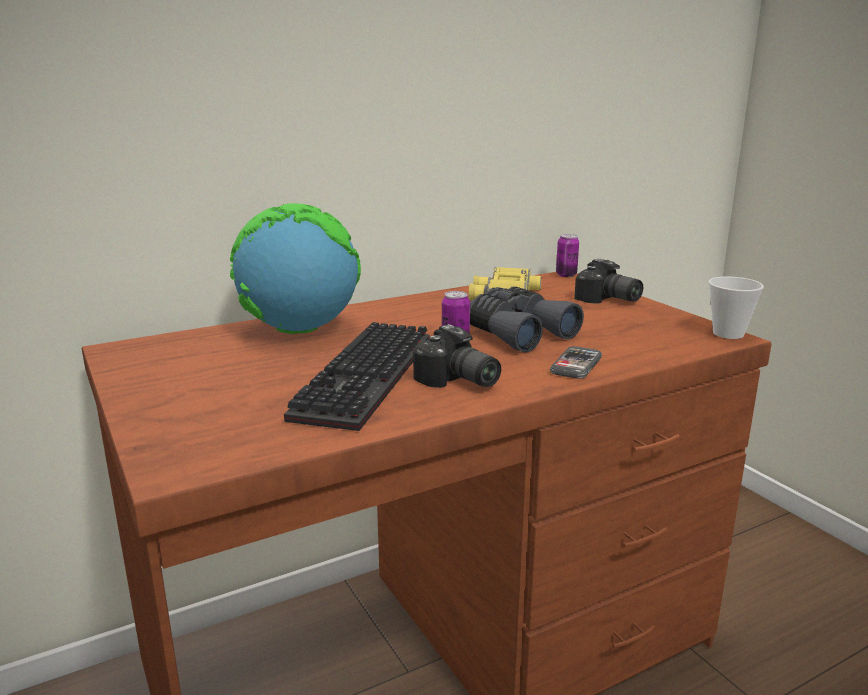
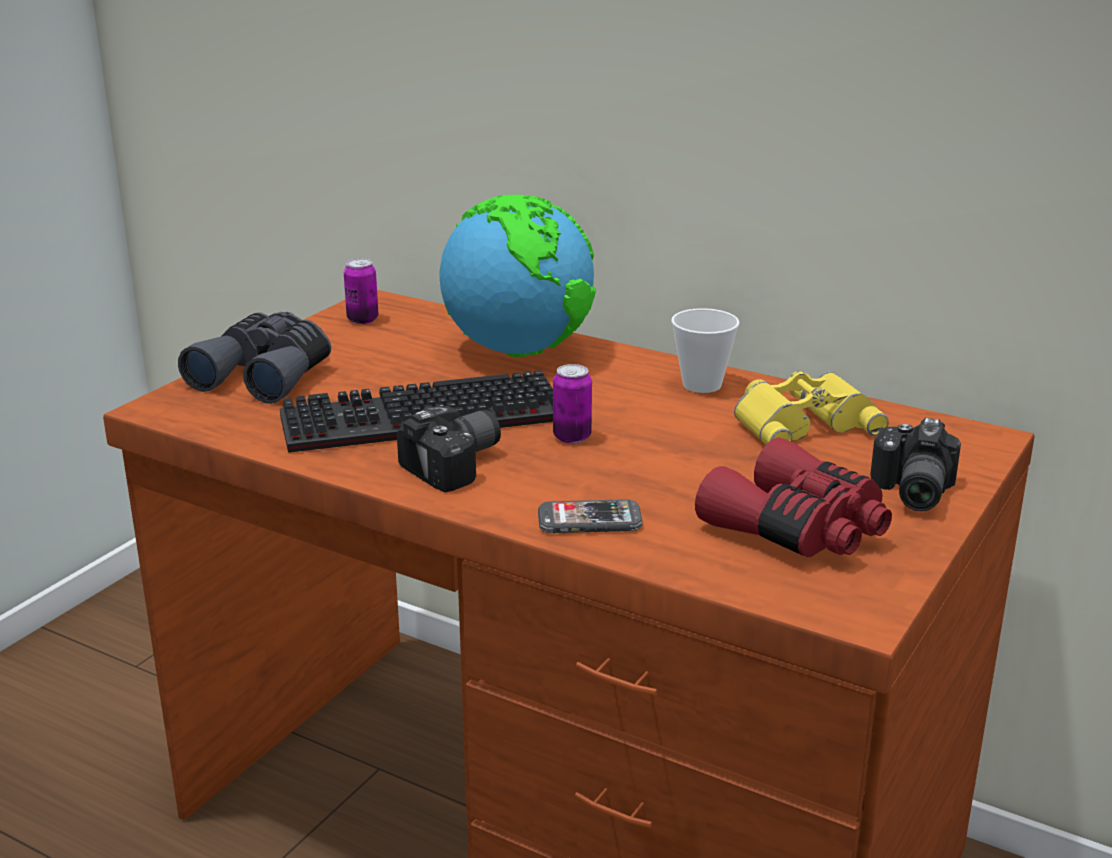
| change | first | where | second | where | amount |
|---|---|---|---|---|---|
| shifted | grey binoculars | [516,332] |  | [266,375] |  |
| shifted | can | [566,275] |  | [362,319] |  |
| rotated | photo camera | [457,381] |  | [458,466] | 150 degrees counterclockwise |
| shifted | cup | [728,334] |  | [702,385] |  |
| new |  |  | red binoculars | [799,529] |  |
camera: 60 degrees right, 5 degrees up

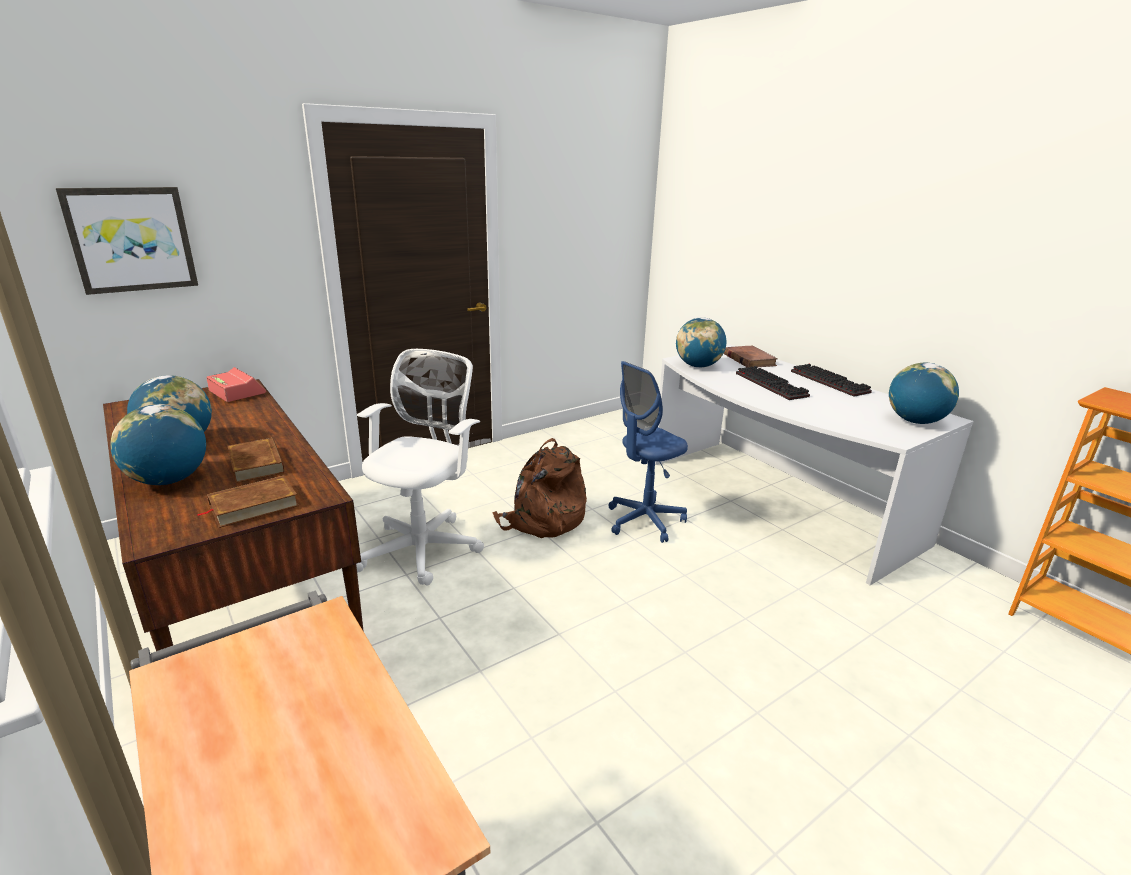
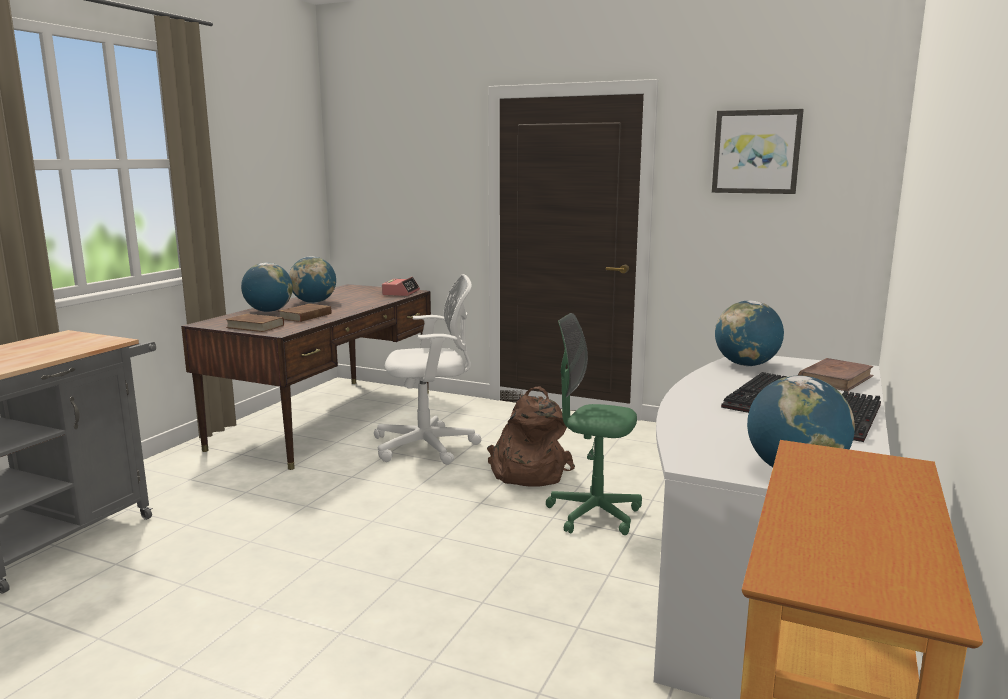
| change | first | where | second | where | amount |
|---|---|---|---|---|---|
| repainted | blue-coloured desk chair | [644,521] | green-coloured desk chair | [594,514] |  |
| shifted | wall art | [131,239] |  | [756,152] |  |
camera: 60 degrees right, 10 degrees down

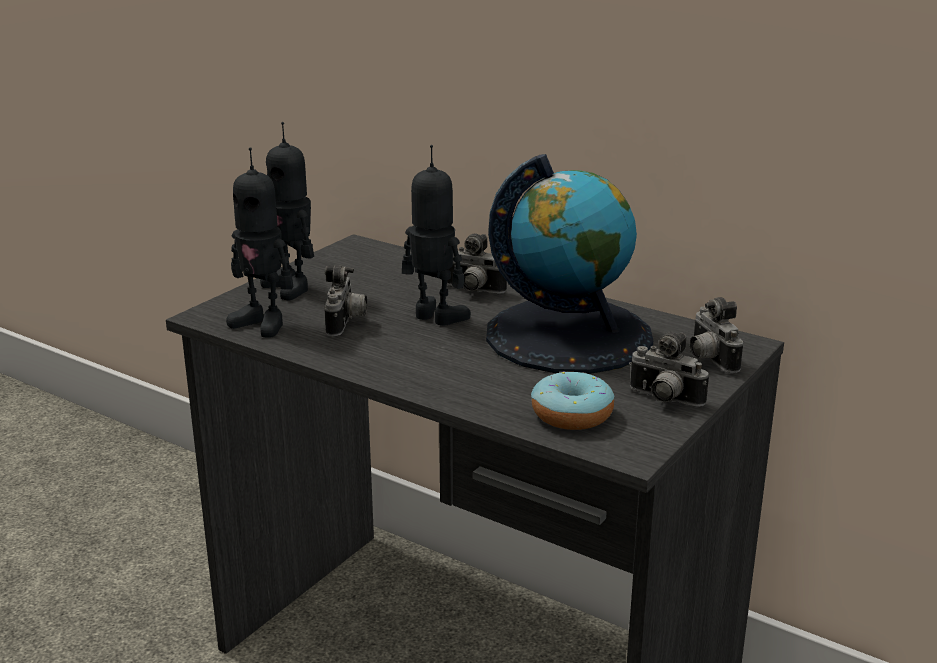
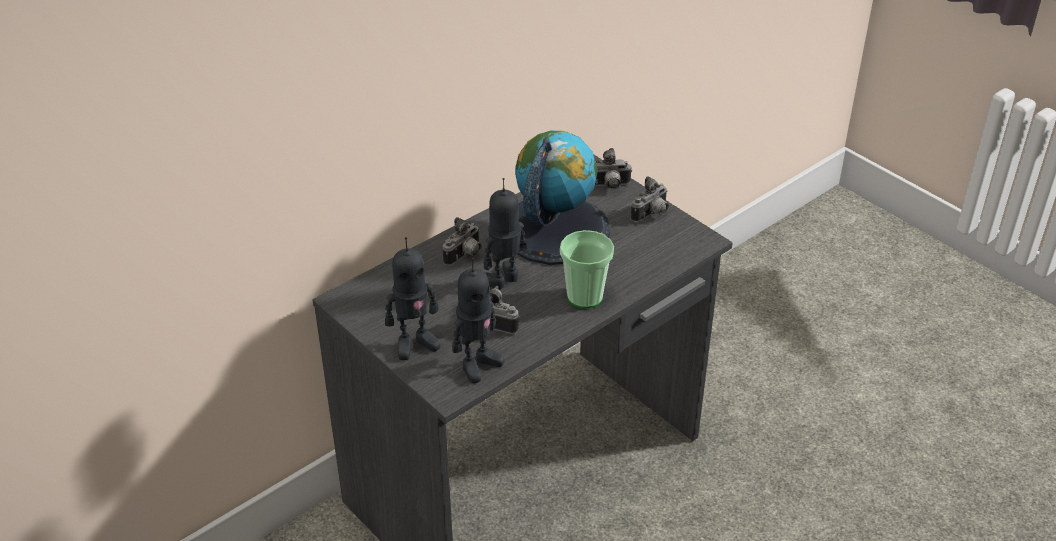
| change | first | where | second | where | amount |
|---|---|---|---|---|---|
| new |  |  | cup | [585,297] |  |
| gone | doughnut | [572,415] |  |  |  |
camera: 75 degrees left, 15 degrees up

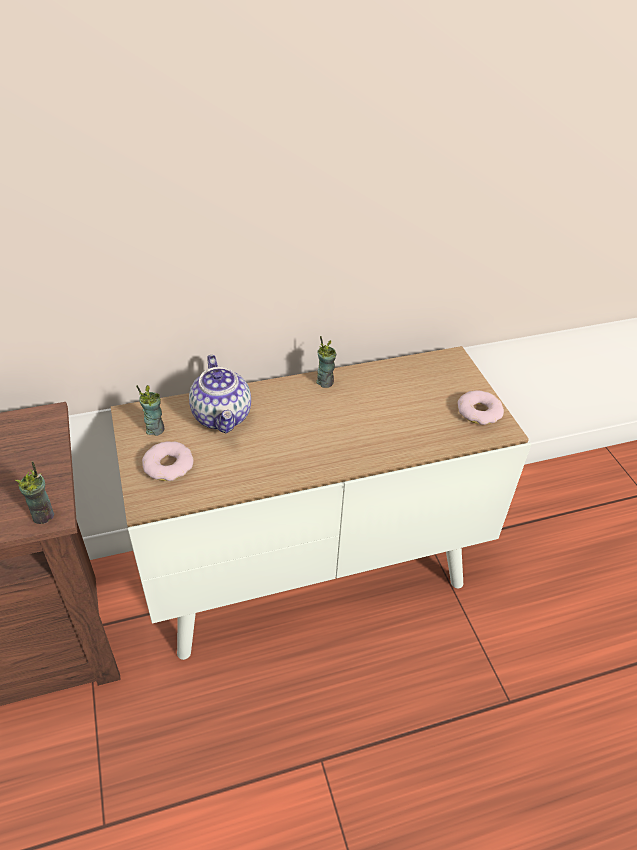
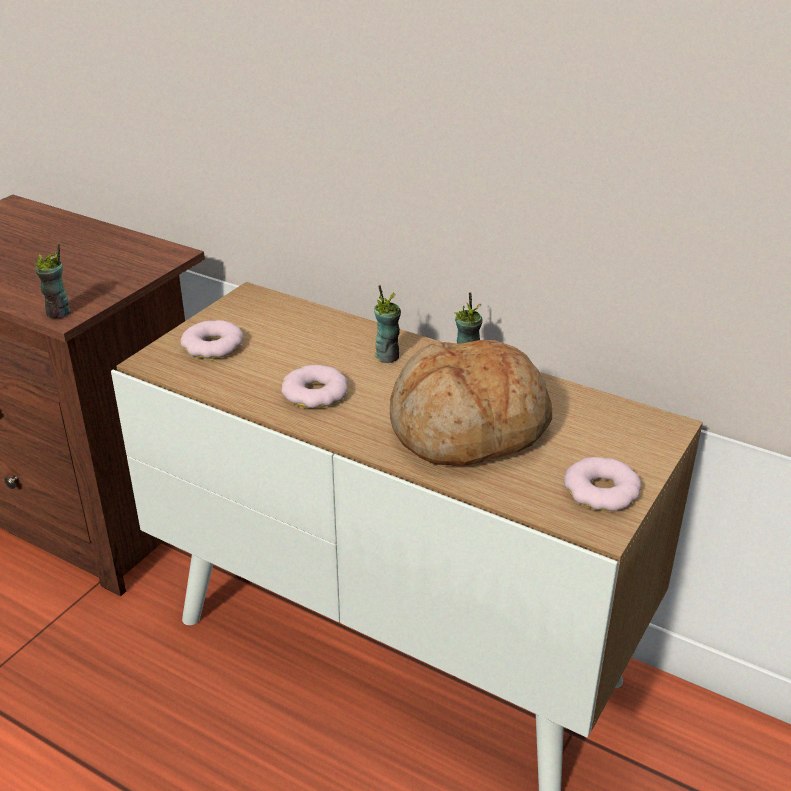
| change | first | where | second | where | amount |
|---|---|---|---|---|---|
| new |  |  | doughnut | [315,393] |  |
| shifted | cup | [155,429] |  | [387,356] |  |
| new |  |  | bread | [469,429] |  |
| gone | teapot | [223,416] |  |  |  |
camera: 50 degrees right, 10 degrees down

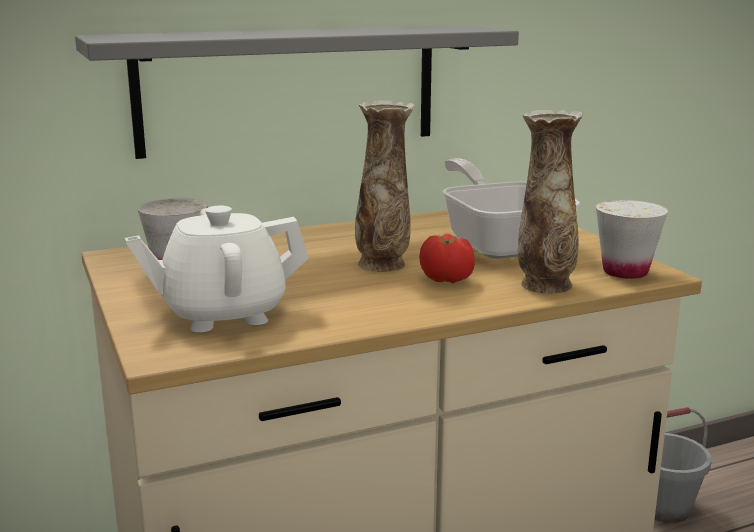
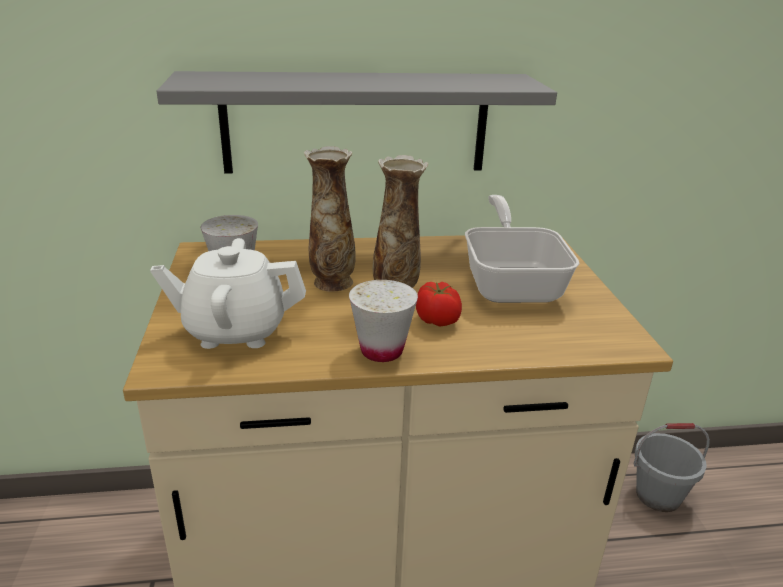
| change | first | where | second | where | amount |
|---|---|---|---|---|---|
| shifted | decorative vase | [544,285] |  | [332,282] |  |
| shifted | white-coloured cup | [625,272] |  | [381,351] |  |
camera: 15 degrees right, 10 degrees up

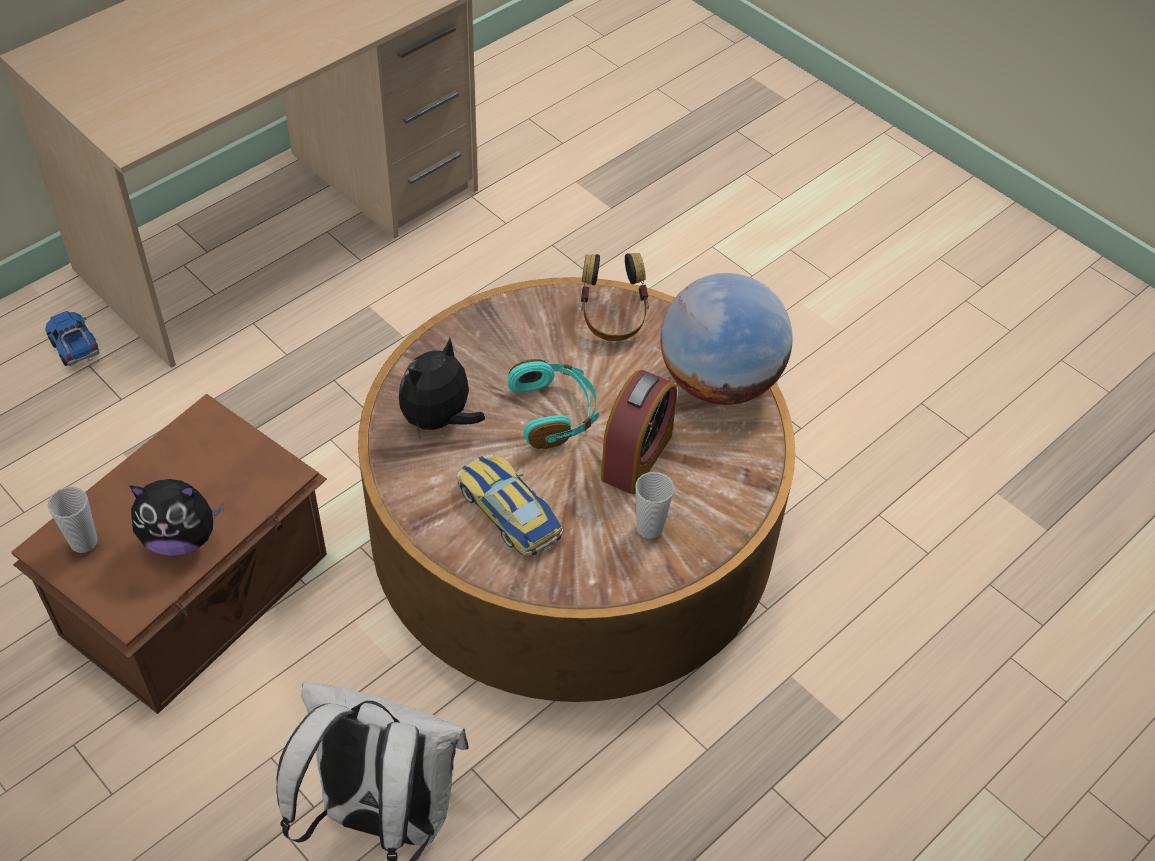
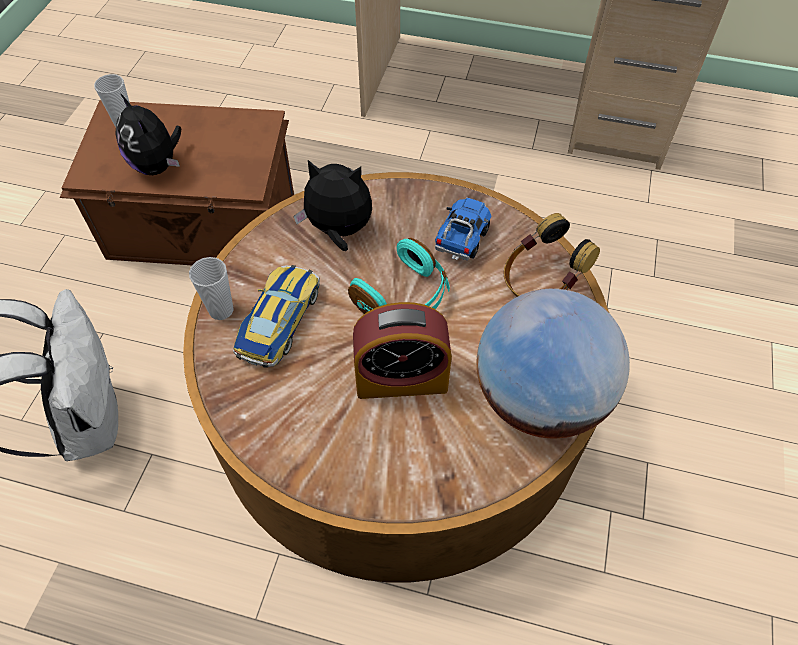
| change | first | where | second | where | amount |
|---|---|---|---|---|---|
| shifted | cup | [649,528] |  | [221,310] |  |
| shifted | toy lorry | [75,349] |  | [462,240] |  |
camera: 60 degrees right, 5 degrees up

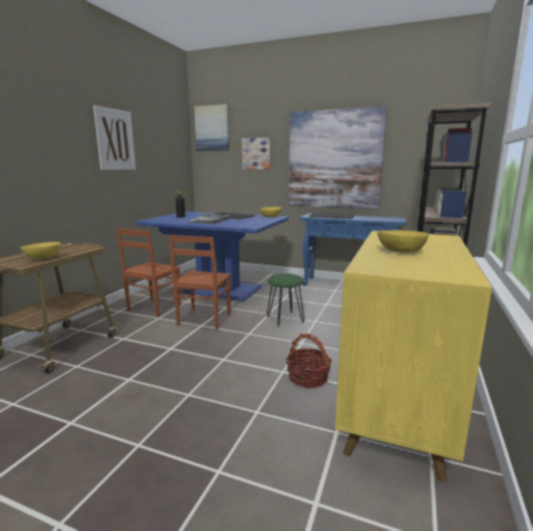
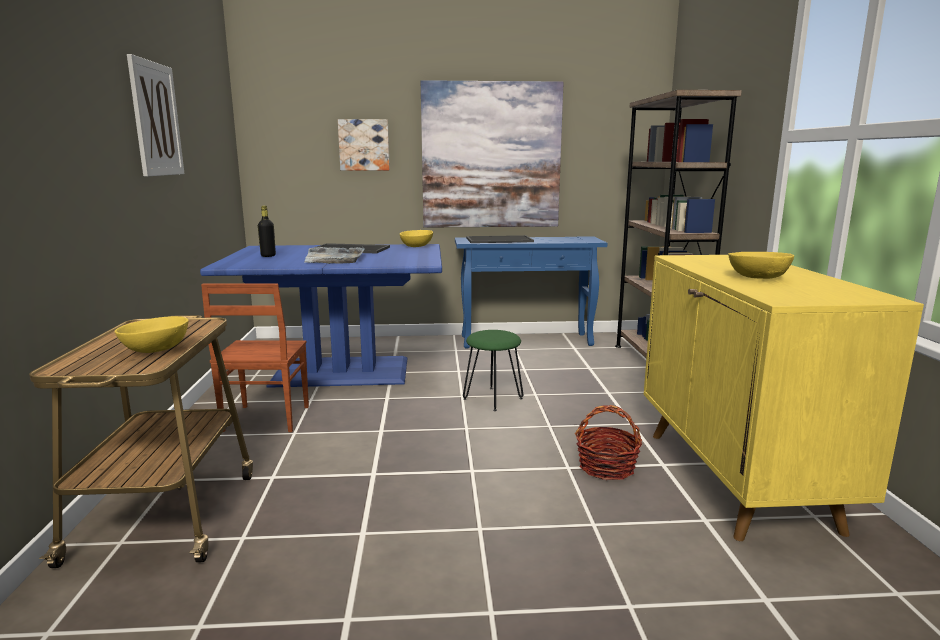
| change | first | where | second | where | amount |
|---|---|---|---|---|---|
| gone | brown-coloured plain chair | [203,320] |  |  |  |
| gone | wall art | [212,128] |  |  |  |
camera: 25 degrees left, 0 degrees up

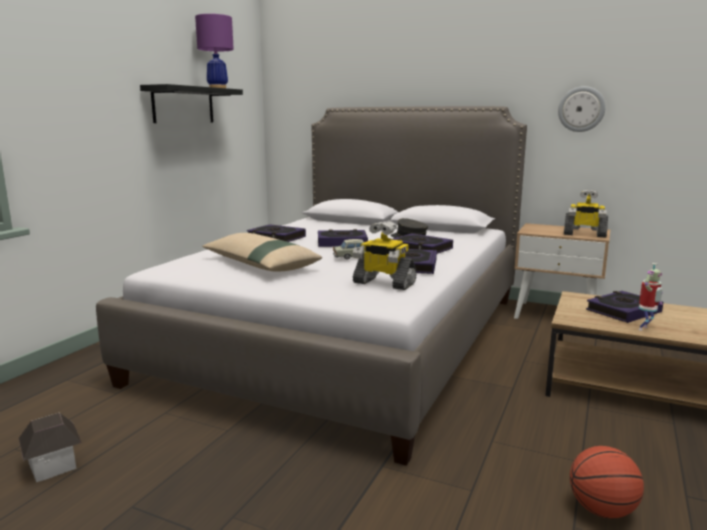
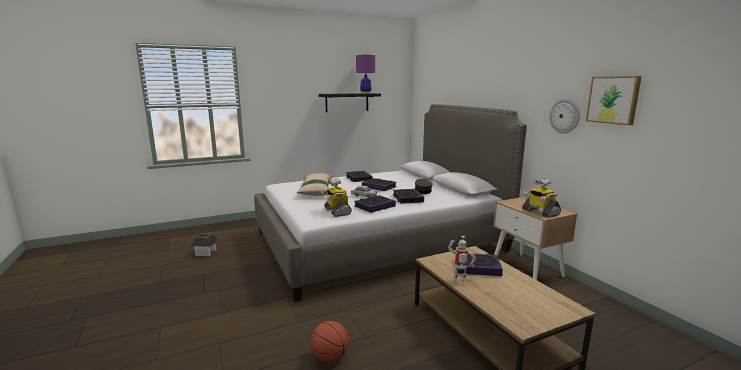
| change | first | where | second | where | amount |
|---|---|---|---|---|---|
| new |  |  | wall art | [613,100] |  |
camera: 40 degrees right, 0 degrees up

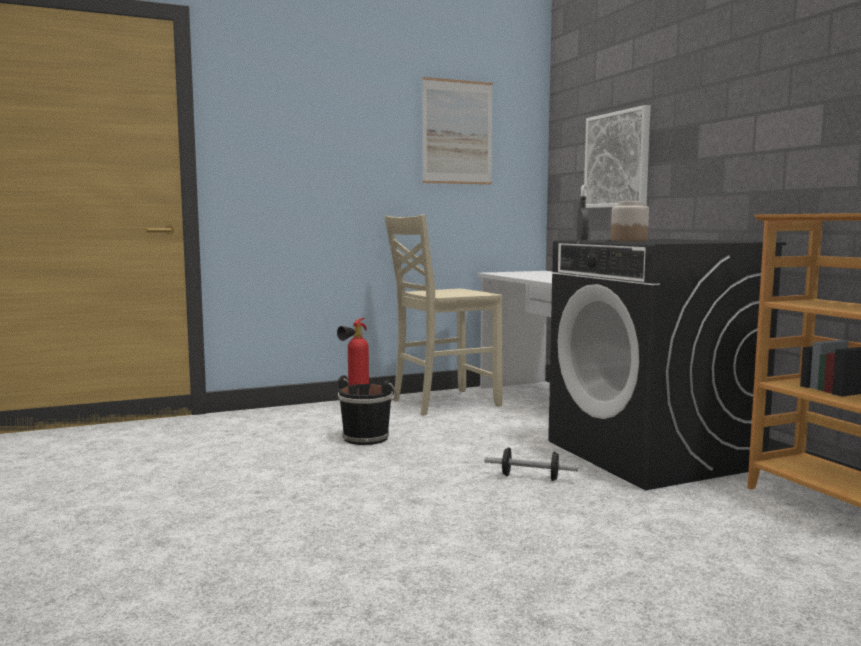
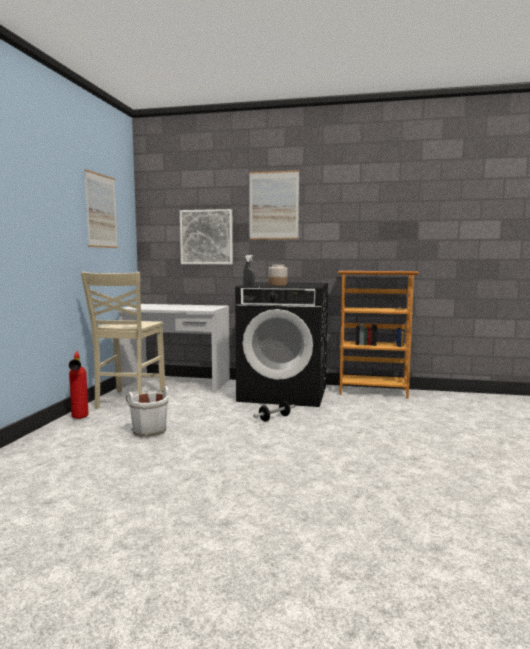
| change | first | where | second | where | amount |
|---|---|---|---|---|---|
| repainted | black-coloured bucket | [366,437] | white-coloured bucket | [148,431] |  |
| new |  |  | wall art | [274,205] |  |
camera: 55 degrees left, 0 degrees up

